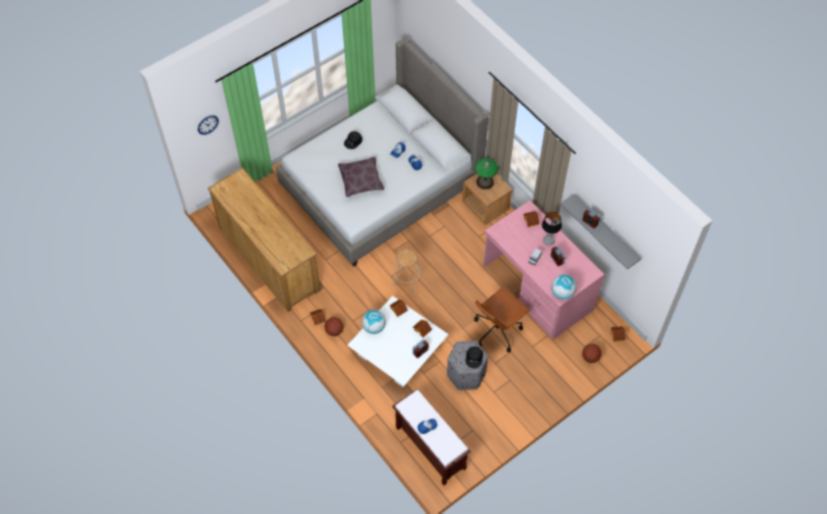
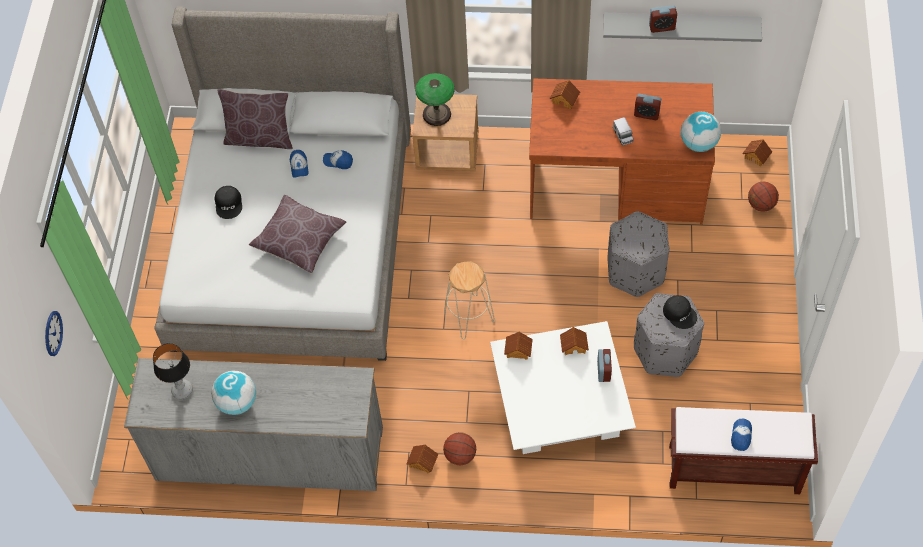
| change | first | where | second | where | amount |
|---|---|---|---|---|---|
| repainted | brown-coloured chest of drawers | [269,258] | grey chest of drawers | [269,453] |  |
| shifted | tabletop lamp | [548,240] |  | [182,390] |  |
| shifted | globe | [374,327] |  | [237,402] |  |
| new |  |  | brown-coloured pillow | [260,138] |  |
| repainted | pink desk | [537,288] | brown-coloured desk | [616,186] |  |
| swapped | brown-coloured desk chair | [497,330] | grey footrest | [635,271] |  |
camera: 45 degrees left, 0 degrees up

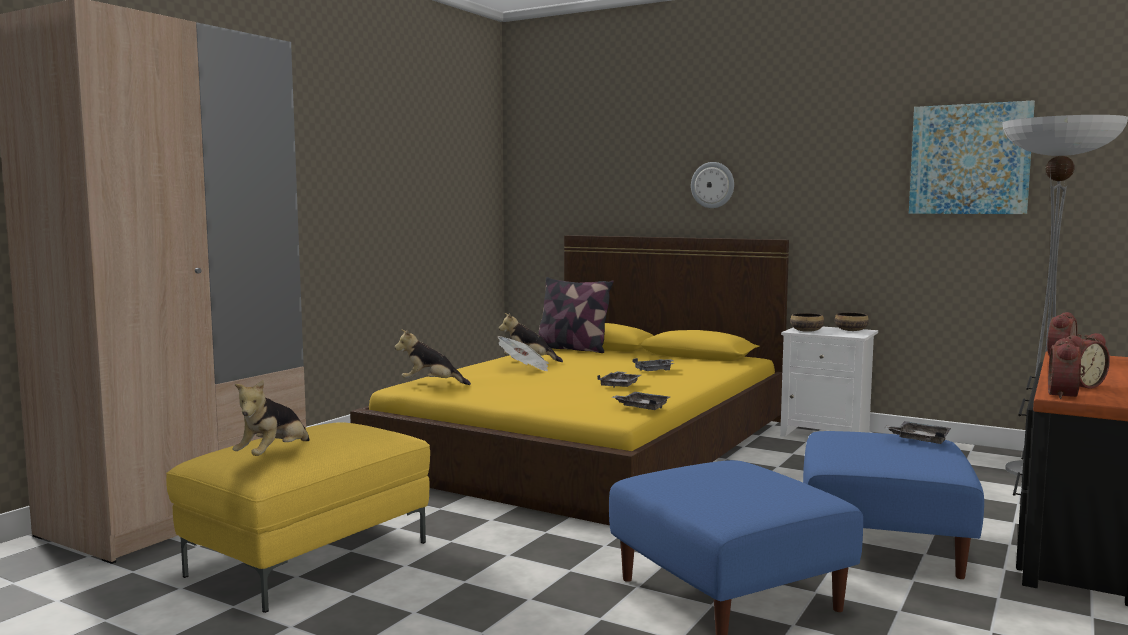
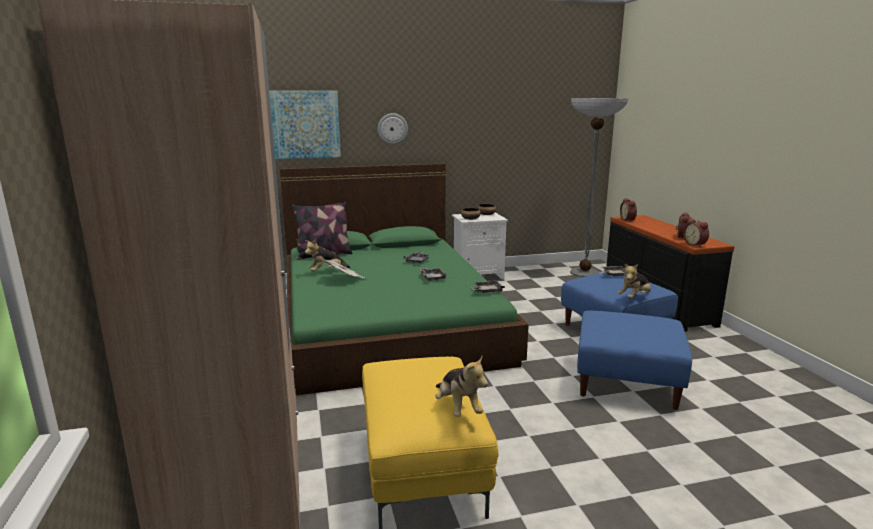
| change | first | where | second | where | amount |
|---|---|---|---|---|---|
| shifted | wall art | [969,159] |  | [306,124] |  |
| repainted | yellow bed | [592,444] | green-coloured bed | [387,318] |  |
| shifted | cuddly toy | [431,384] |  | [634,298] |  |
camera: 45 degrees left, 10 degrees up

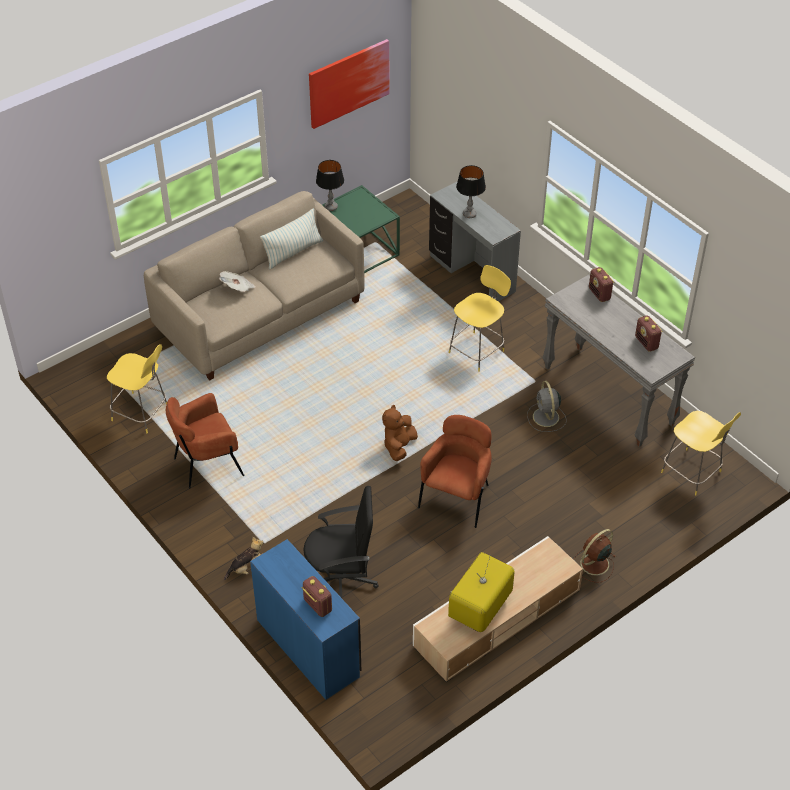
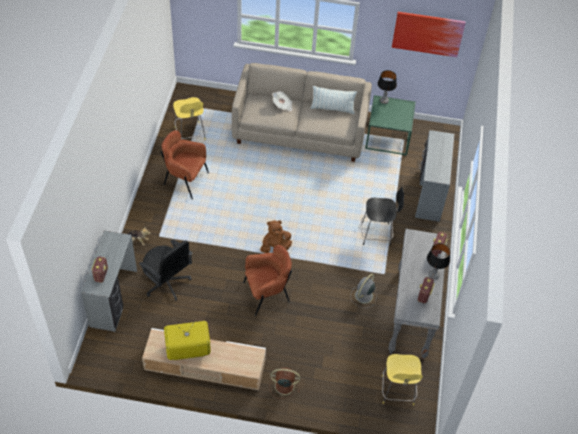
| change | first | where | second | where | amount |
|---|---|---|---|---|---|
| repainted | blue-coloured desk | [309,647] | grey desk | [114,298] |  |
| repainted | yellow stool seat | [477,351] | black-coloured stool seat | [377,234] |  |
| shifted | tabletop lamp | [469,214] |  | [433,275] |  |
camera: 45 degrees right, 5 degrees up

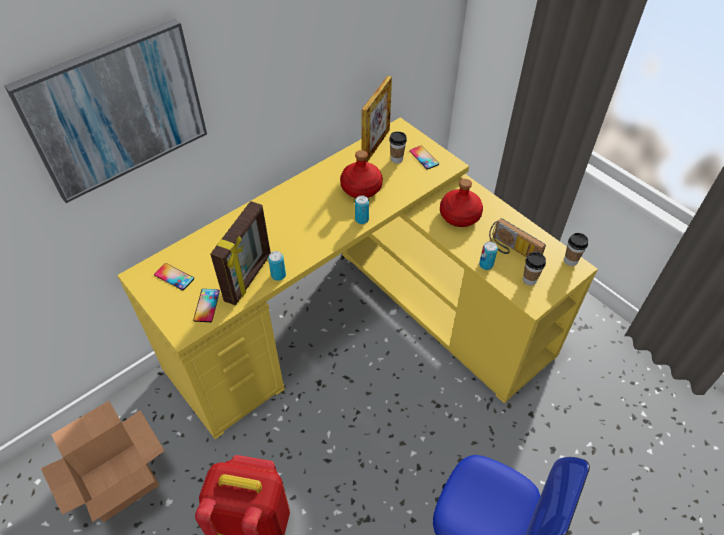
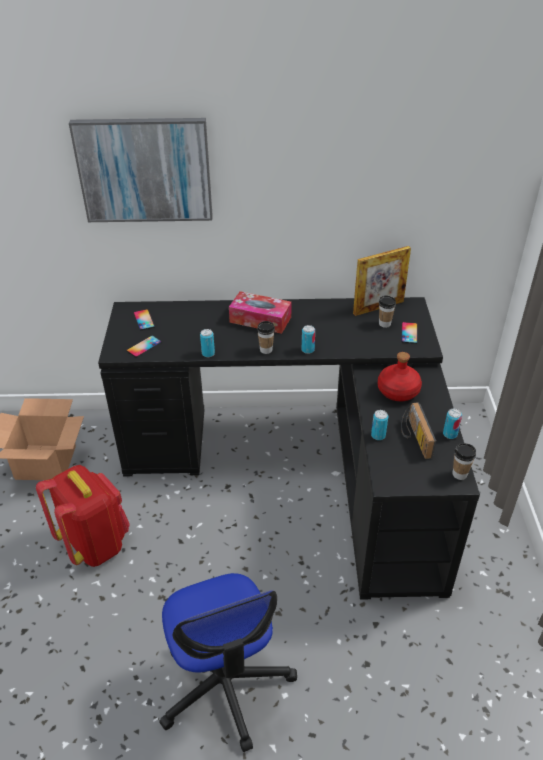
| change | first | where | second | where | amount |
|---|---|---|---|---|---|
| repainted | yellow desk | [363,320] | black-coloured desk | [305,465] |  |
| new |  |  | box of tissues | [260,319] |  |
| shifted | cup | [529,280] |  | [266,350] |  |
| new |  |  | can | [450,434] |  |
| gone | picture frame | [249,278] |  |  |  |
| gone | red beverage bottle | [361,188] |  |  |  |
camera: 40 degrees right, 10 degrees down

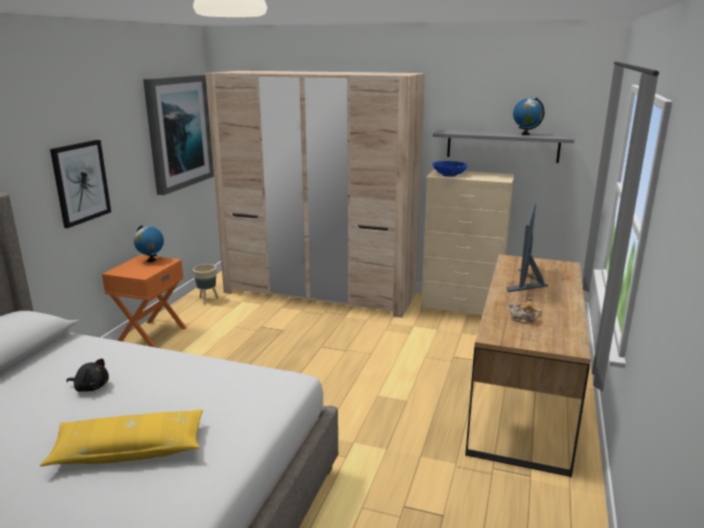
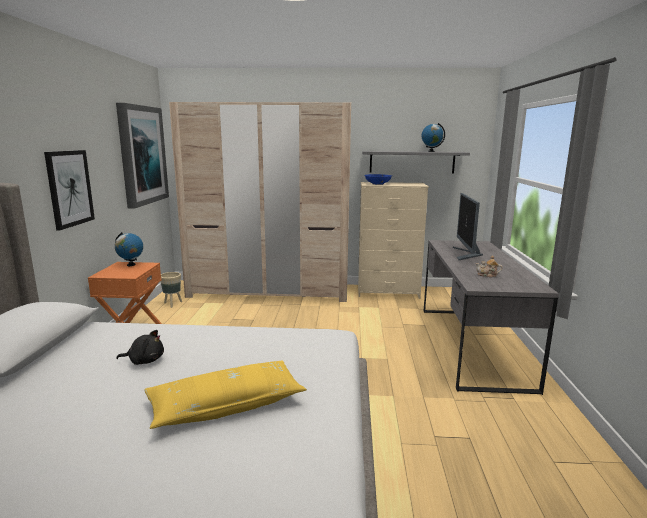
| change | first | where | second | where | amount |
|---|---|---|---|---|---|
| repainted | brown-coloured desk | [523,396] | grey desk | [471,344] |  |
camera: 15 degrees left, 5 degrees down

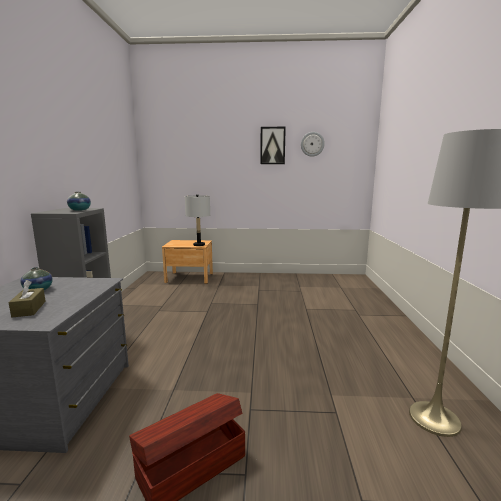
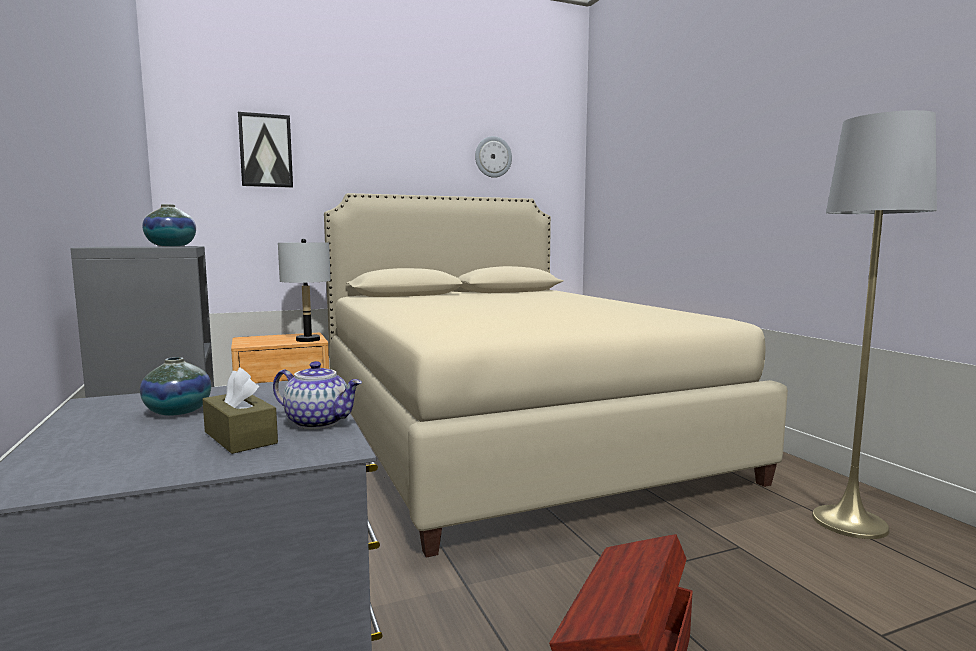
| change | first | where | second | where | amount |
|---|---|---|---|---|---|
| shifted | wall art | [272,145] |  | [265,150] |  |
| new |  |  | teapot | [319,422] |  |
| new |  |  | beige bed | [505,432] |  |
camera: 25 degrees left, 5 degrees down

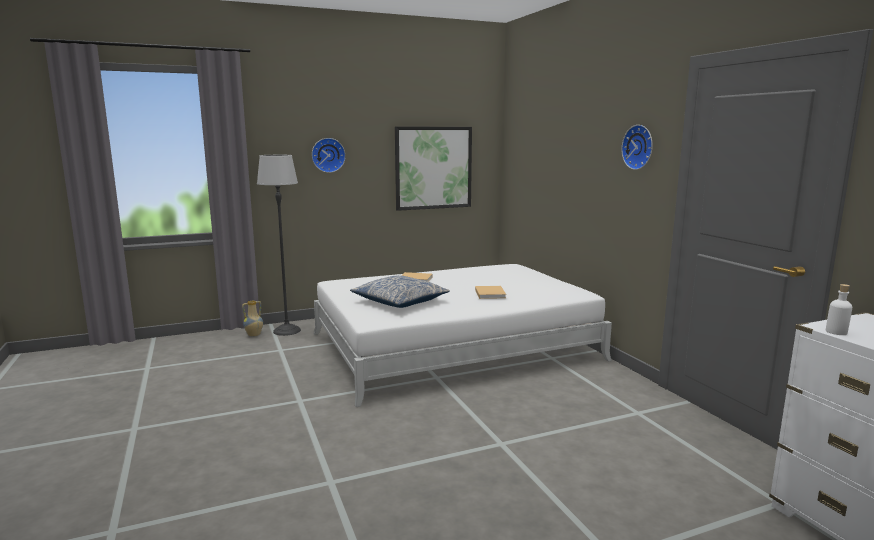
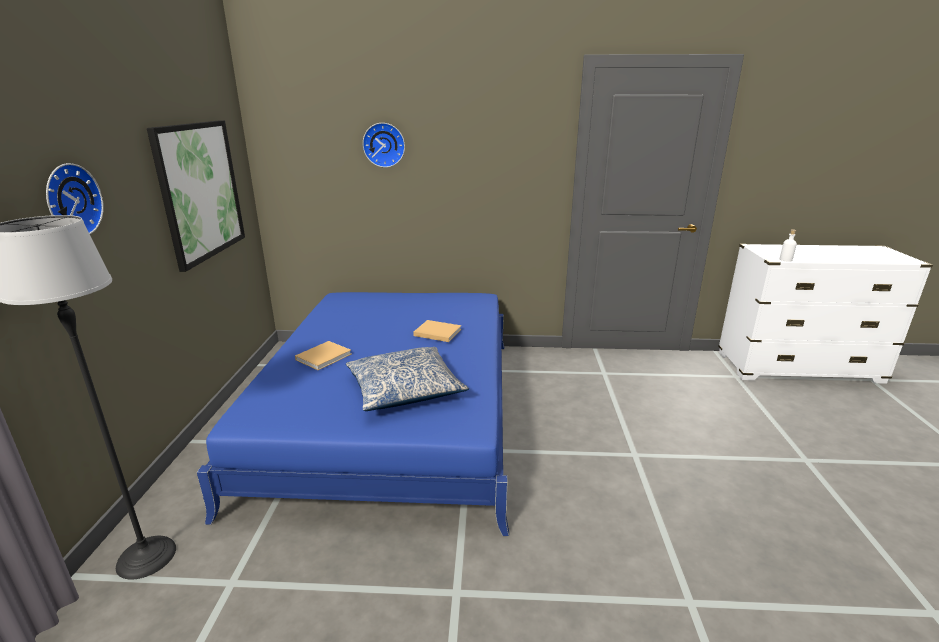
| change | first | where | second | where | amount |
|---|---|---|---|---|---|
| repainted | white-coloured bed | [453,346] | blue-coloured bed | [393,413] |  |
| shifted | clock on the wall | [639,147] |  | [384,145] |  |
| gone | decorative vase | [254,335] |  |  |  |
camera: 65 degrees left, 10 degrees up

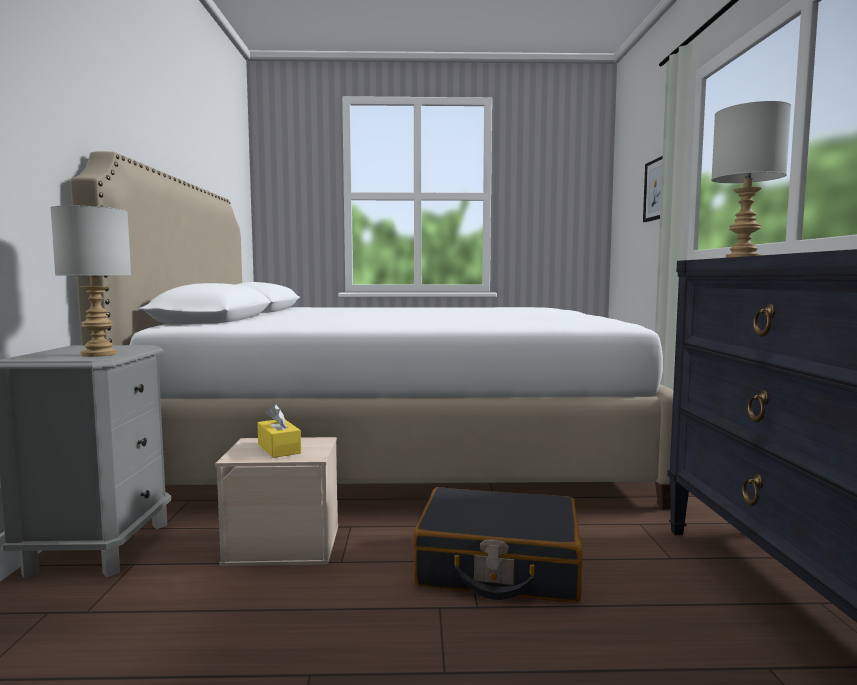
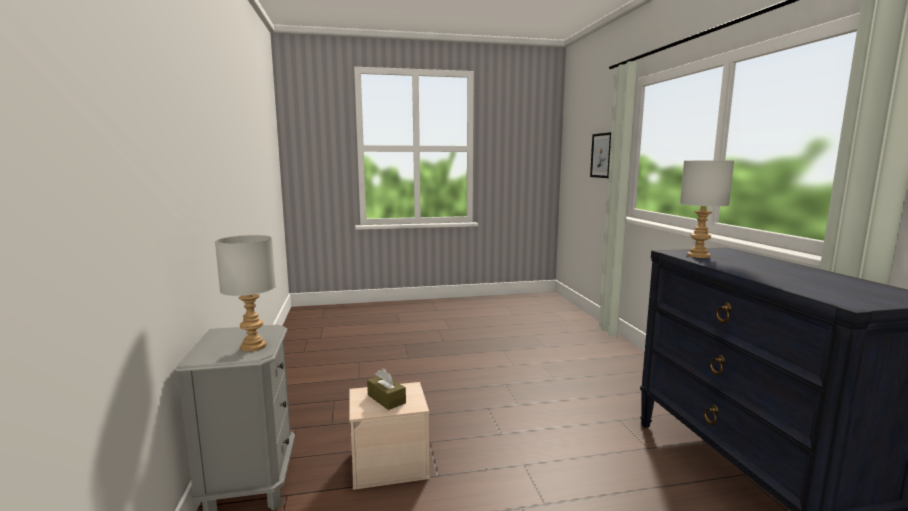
| change | first | where | second | where | amount |
|---|---|---|---|---|---|
| repainted | yellow box of tissues | [279,448] | brown-coloured box of tissues | [386,399] |  |
| gone | white-coloured bed | [397,451] |  |  |  |
| gone | black-coloured travel case | [498,566] |  |  |  |
camera: 10 degrees left, 5 degrees up

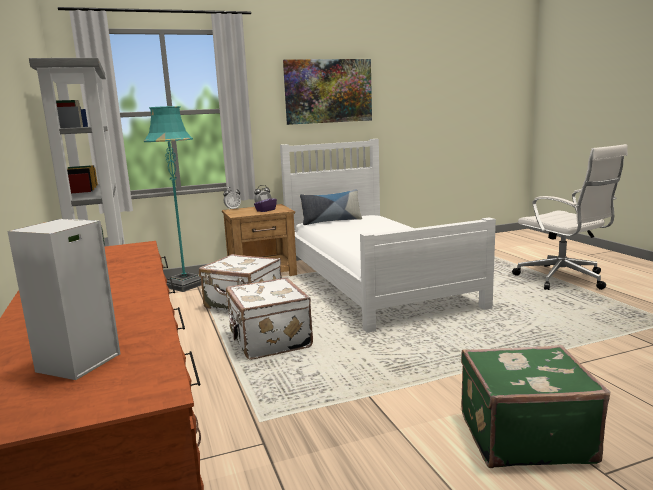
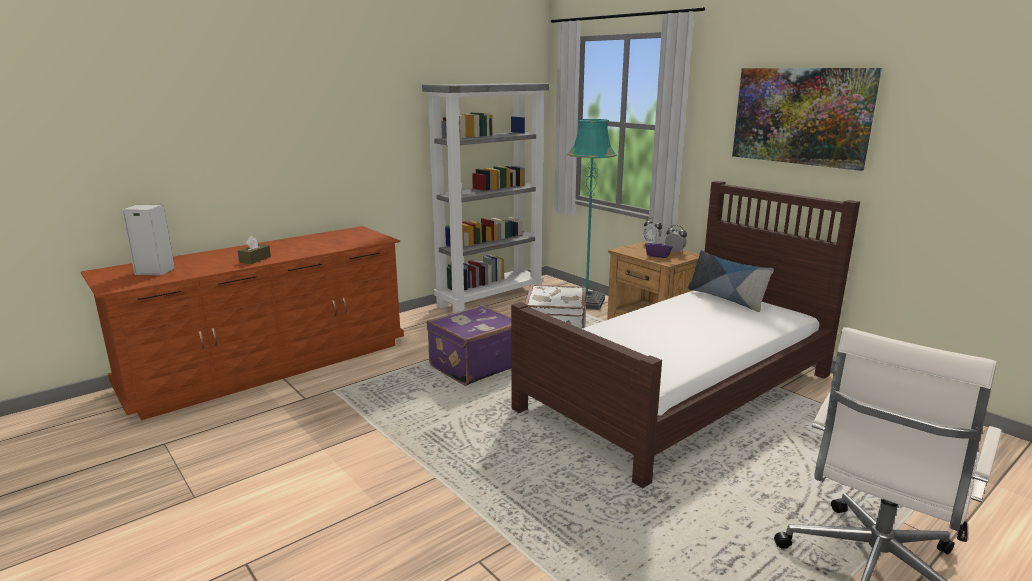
| change | first | where | second | where | amount |
|---|---|---|---|---|---|
| new |  |  | brown-coloured box of tissues | [255,259] |  |
| repainted | white-coloured travel case | [268,341] | purple travel case | [473,366] |  |
| repainted | white-coloured bed | [373,282] | brown-coloured bed | [680,391] |  |
| gone | green-coloured travel case | [523,436] |  |  |  |
camera: 70 degrees right, 5 degrees up

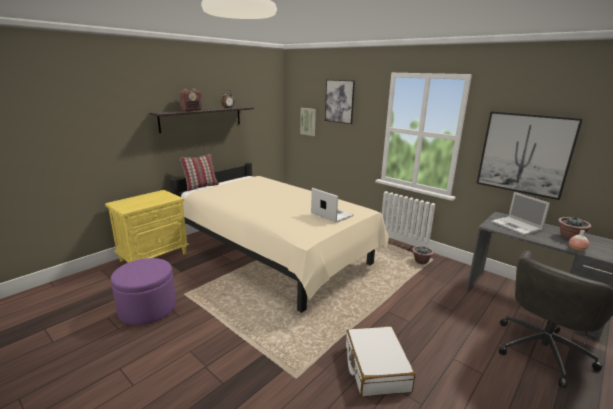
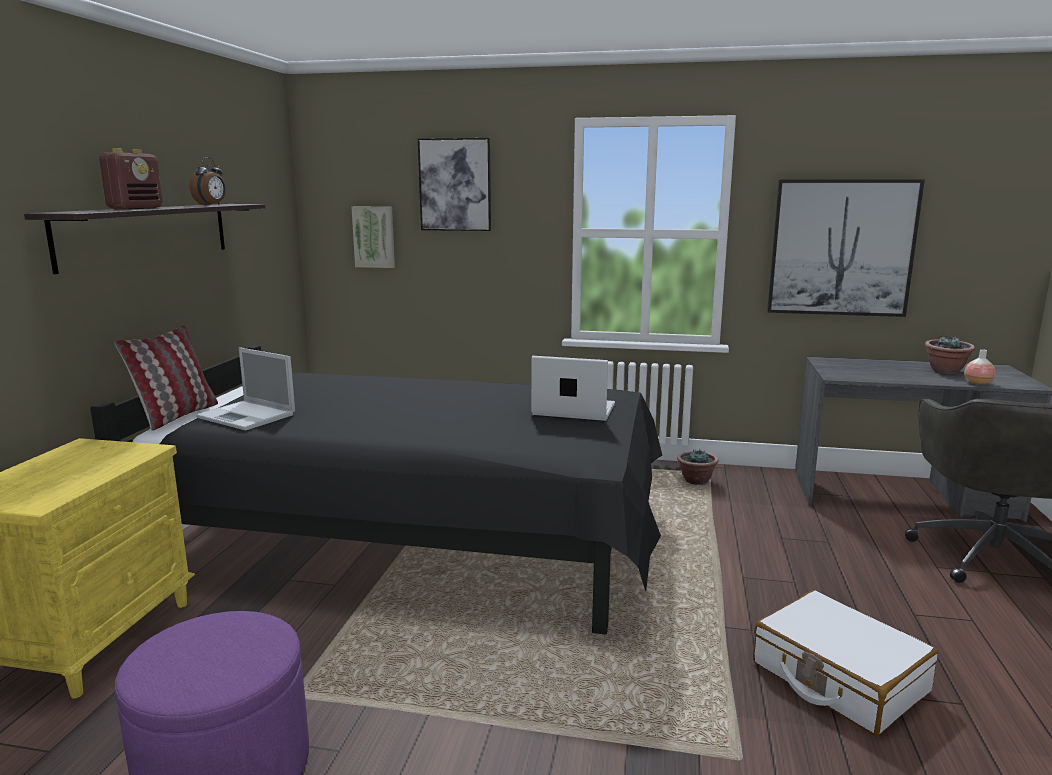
| change | first | where | second | where | amount |
|---|---|---|---|---|---|
| repainted | beige bed | [275,253] | black-coloured bed | [416,541] |  |
| shifted | laptop | [517,226] |  | [247,416] |  |
camera: 30 degrees left, 5 degrees down

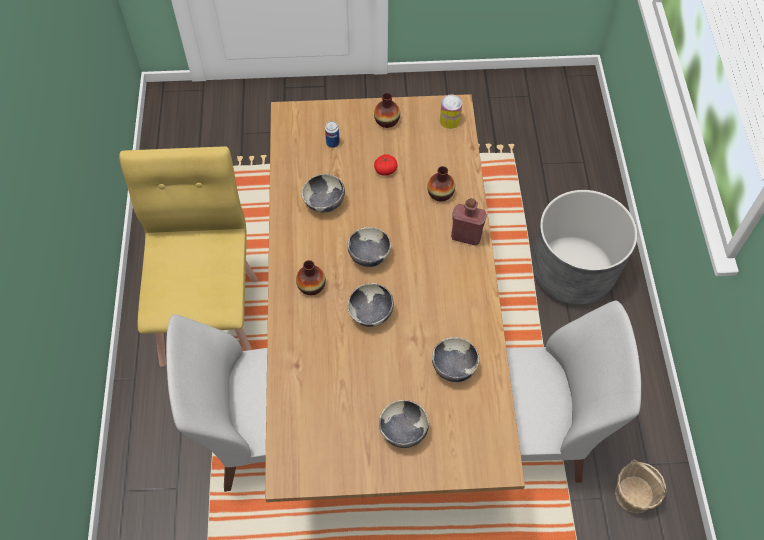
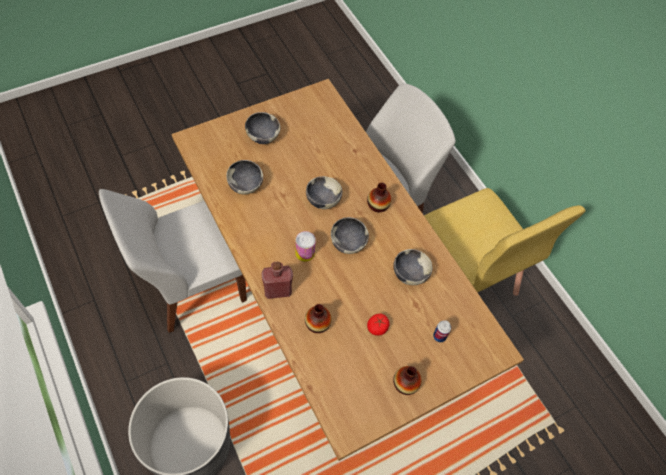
| change | first | where | second | where | amount |
|---|---|---|---|---|---|
| shifted | can | [449,120] |  | [305,253] |  |
| gone | household basket | [634,494] |  |  |  |
camera: 150 degrees right, 0 degrees up

